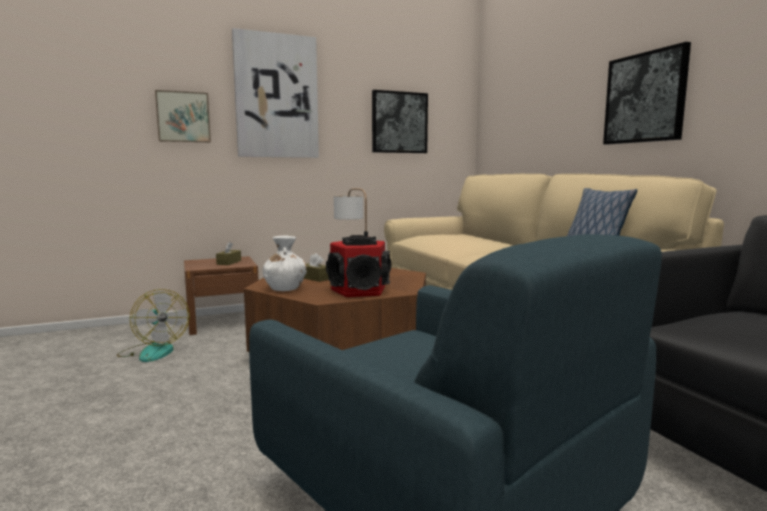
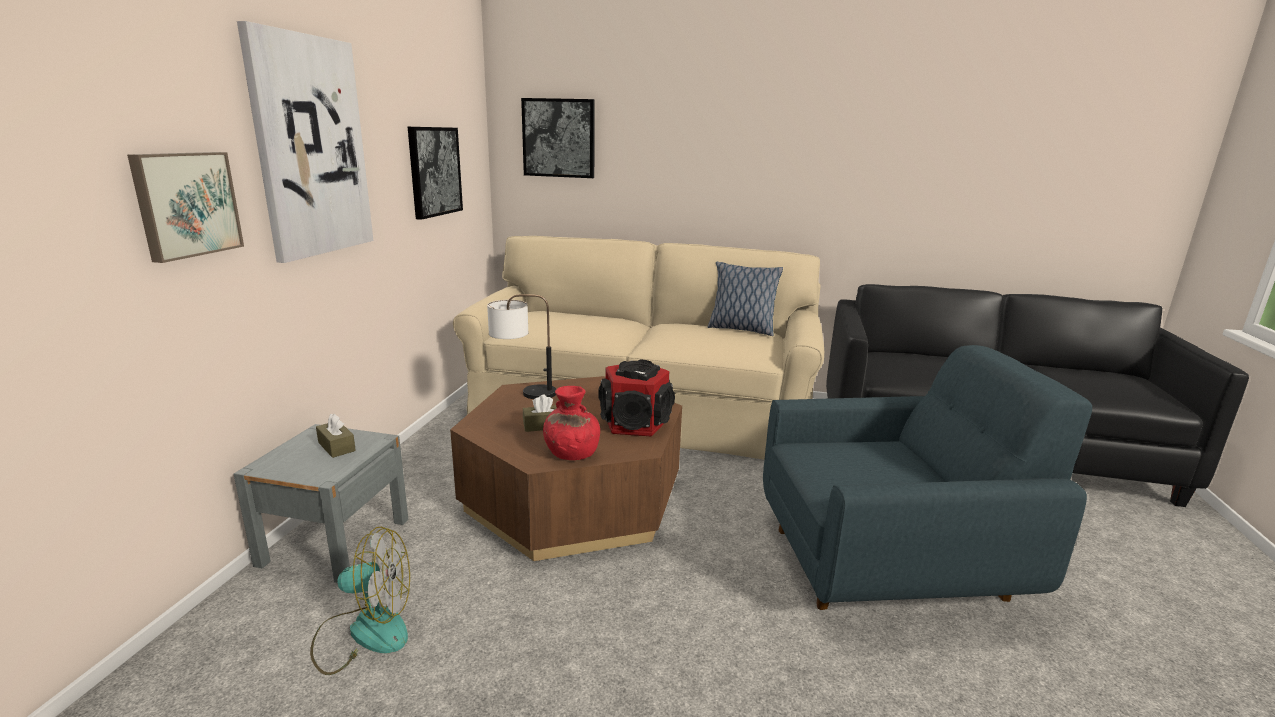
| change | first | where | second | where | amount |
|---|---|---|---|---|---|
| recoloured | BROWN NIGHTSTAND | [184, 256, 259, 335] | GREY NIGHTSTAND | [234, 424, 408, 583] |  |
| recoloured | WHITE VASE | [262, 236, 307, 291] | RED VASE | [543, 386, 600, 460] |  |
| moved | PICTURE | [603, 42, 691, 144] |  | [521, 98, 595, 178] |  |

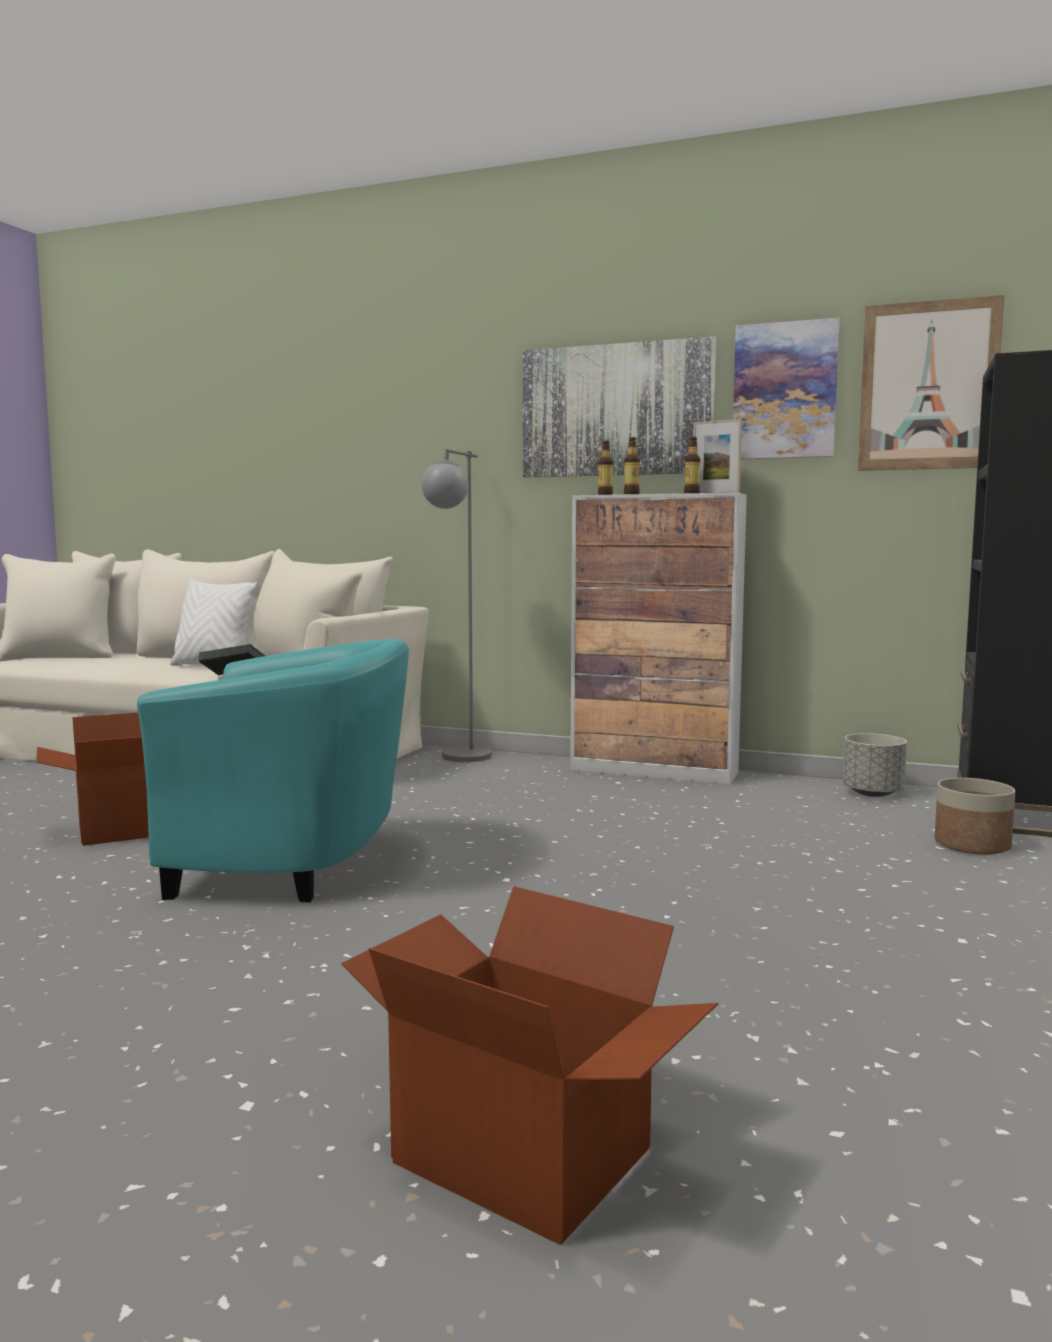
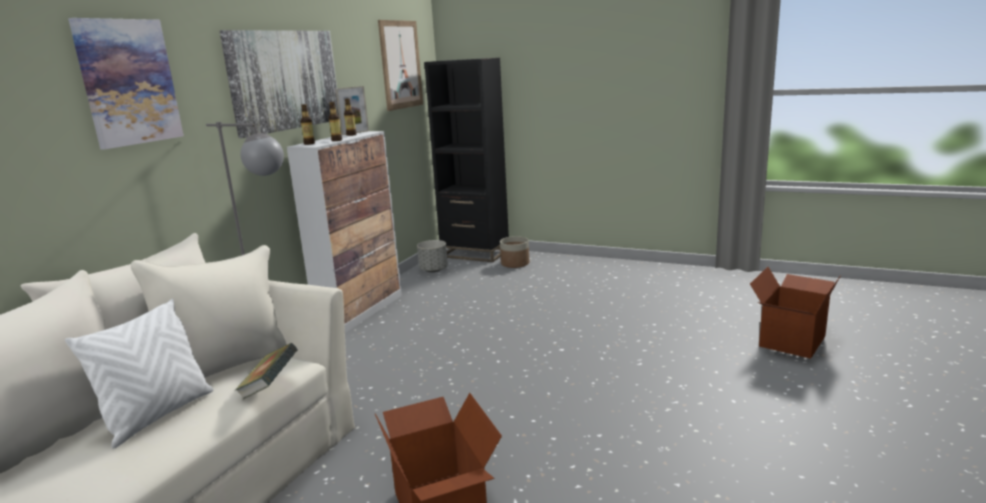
| change | first | where | second | where | amount |
|---|---|---|---|---|---|
| removed | TURQUOISE ARMCHAIR | [137, 639, 409, 902] |  |  |  |
| moved | PICTURE | [733, 318, 839, 459] |  | [68, 18, 184, 149] |  |

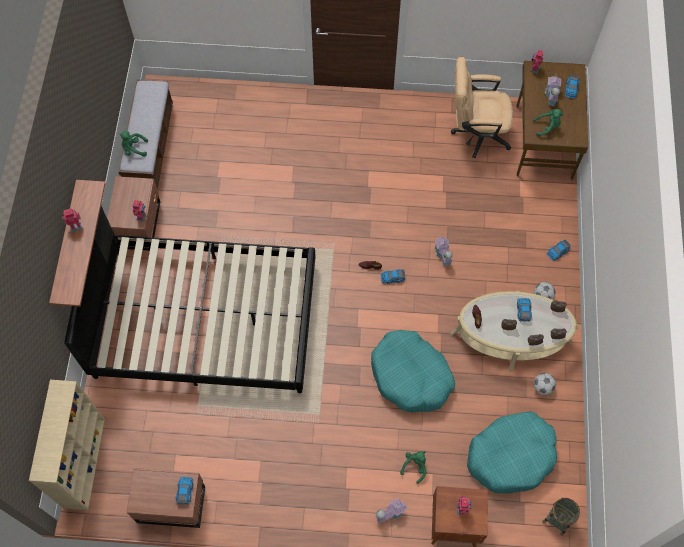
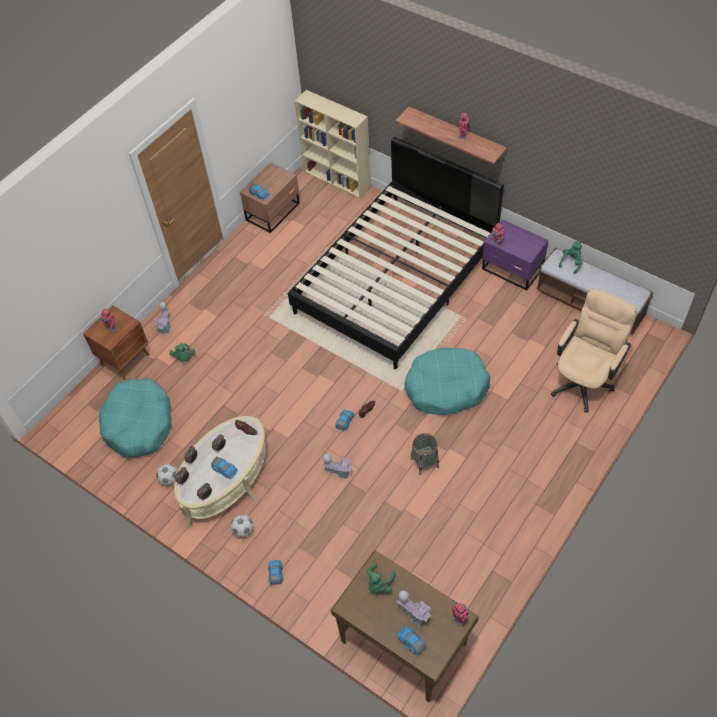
| change | first | where | second | where | amount |
|---|---|---|---|---|---|
| recoloured | BROWN NIGHTSTAND | [107, 176, 160, 251] | PURPLE NIGHTSTAND | [482, 219, 548, 291] |  |
| moved | TURQUOISE DOG BED | [371, 330, 455, 413] |  | [404, 347, 490, 415] |  |
| moved | BEIGE OFFICE CHAIR | [451, 57, 513, 158] |  | [551, 288, 637, 413] |  |
| moved | BASKET | [542, 498, 580, 536] |  | [411, 433, 439, 475] |  |

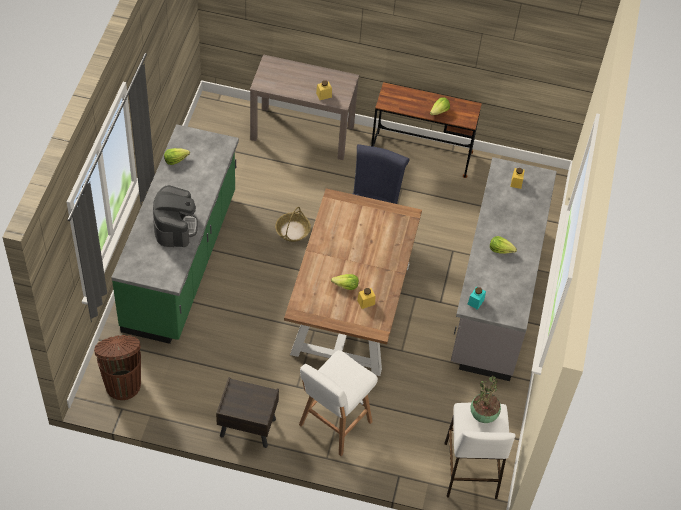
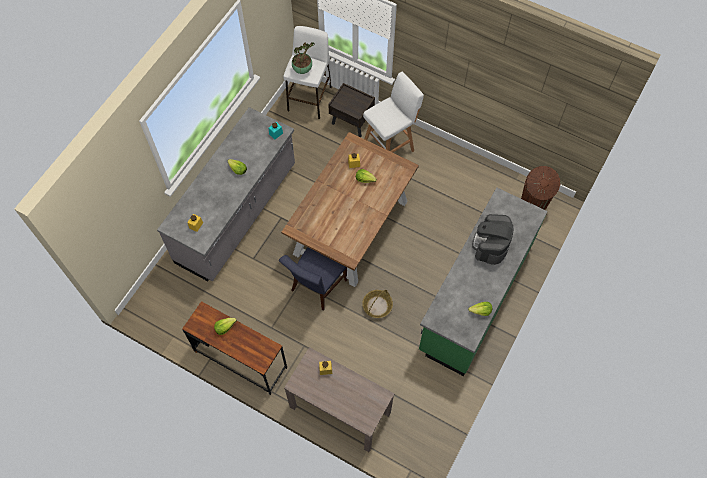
| change | first | where | second | where | amount |
|---|---|---|---|---|---|
| moved | BROWN NIGHTSTAND | [216, 377, 279, 448] |  | [328, 83, 375, 137] |  |

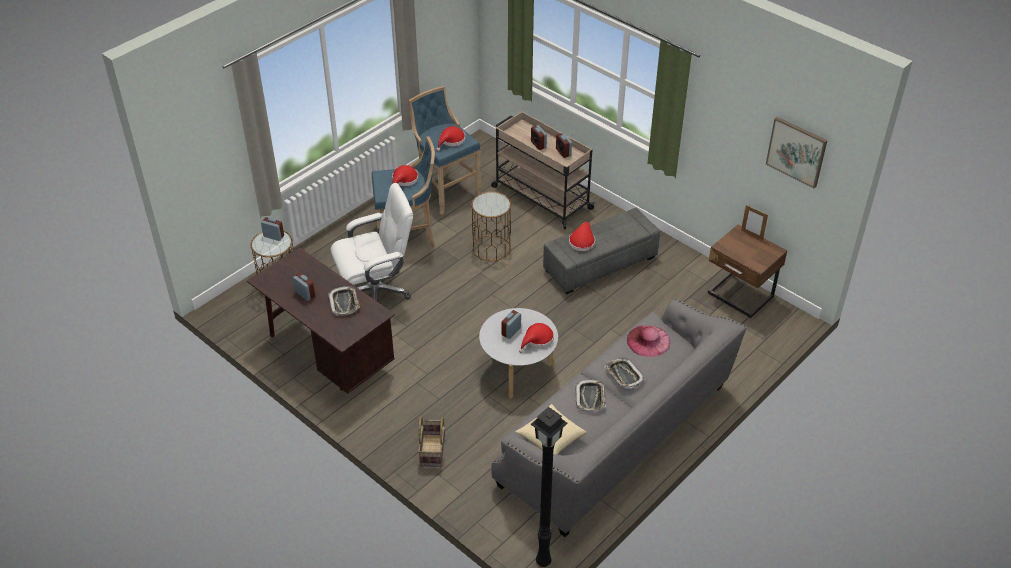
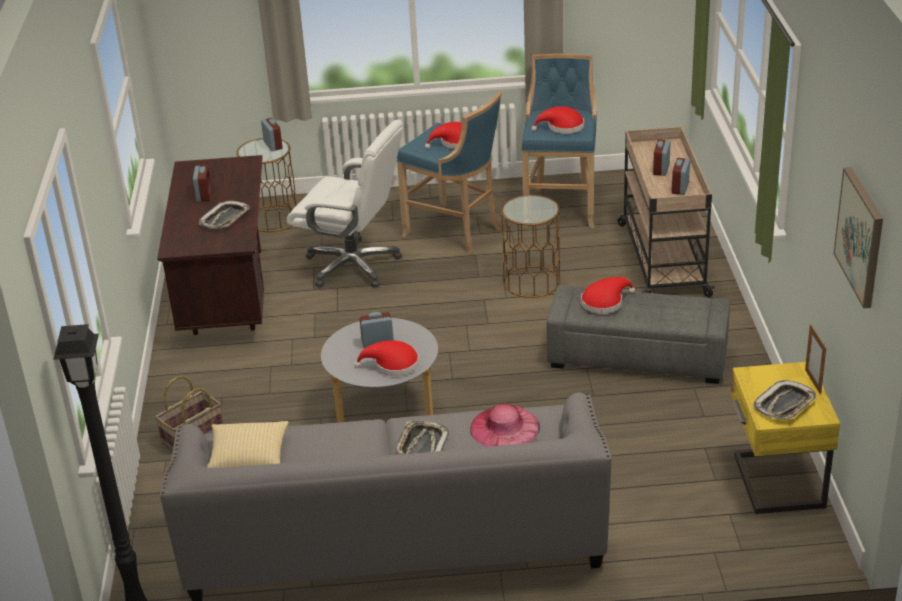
| change | first | where | second | where | amount |
|---|---|---|---|---|---|
| moved | TRAY | [575, 379, 606, 412] |  | [754, 380, 816, 419] |  |
| recoloured | BROWN NIGHTSTAND | [708, 224, 787, 318] | YELLOW NIGHTSTAND | [731, 362, 840, 515] |  |

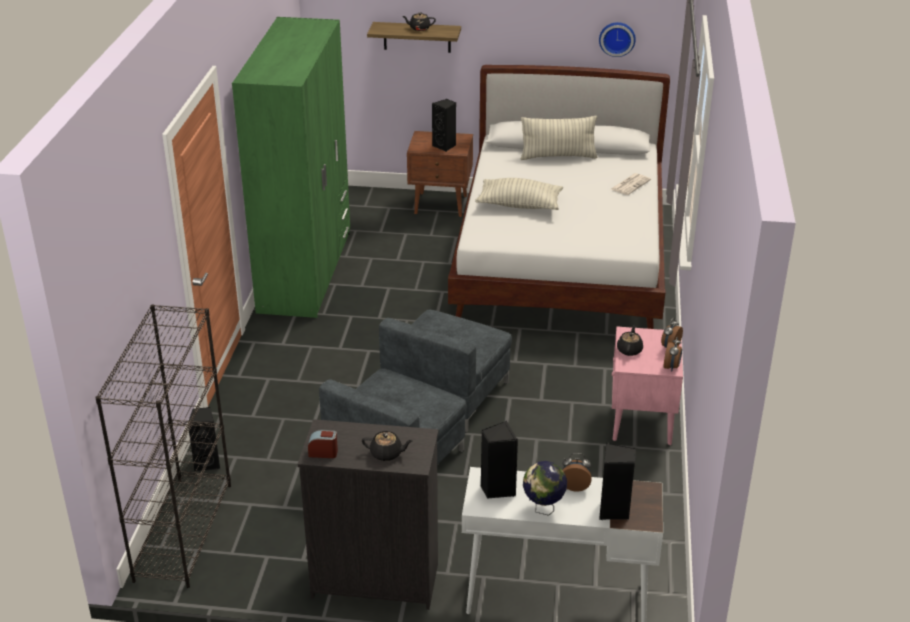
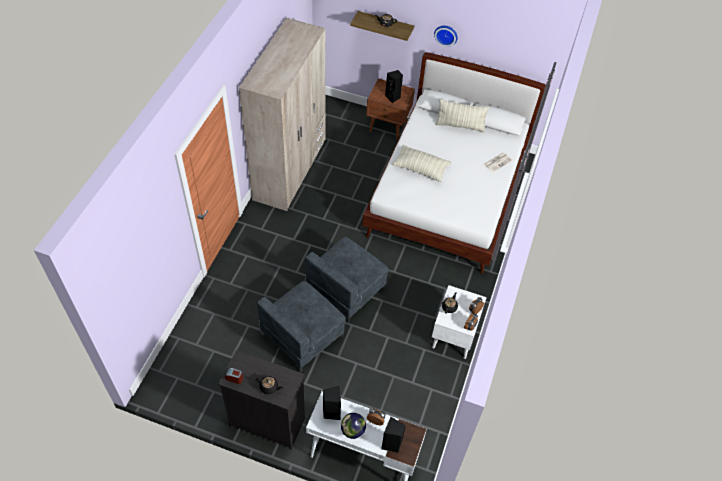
| change | first | where | second | where | amount |
|---|---|---|---|---|---|
| removed | BLACK BOOKCASE | [95, 304, 231, 588] |  |  |  |
| removed | BLACK SPEAKER | [188, 407, 220, 472] |  |  |  |
| recoloured | GREEN WARDROBE | [232, 17, 350, 318] | BEIGE WARDROBE | [239, 18, 326, 211] |  |
| moved | WALL CLOCK | [599, 22, 636, 57] |  | [434, 26, 458, 47] |  |
| recoloured | PINK NIGHTSTAND | [612, 327, 683, 445] | WHITE NIGHTSTAND | [432, 285, 487, 359] |  |

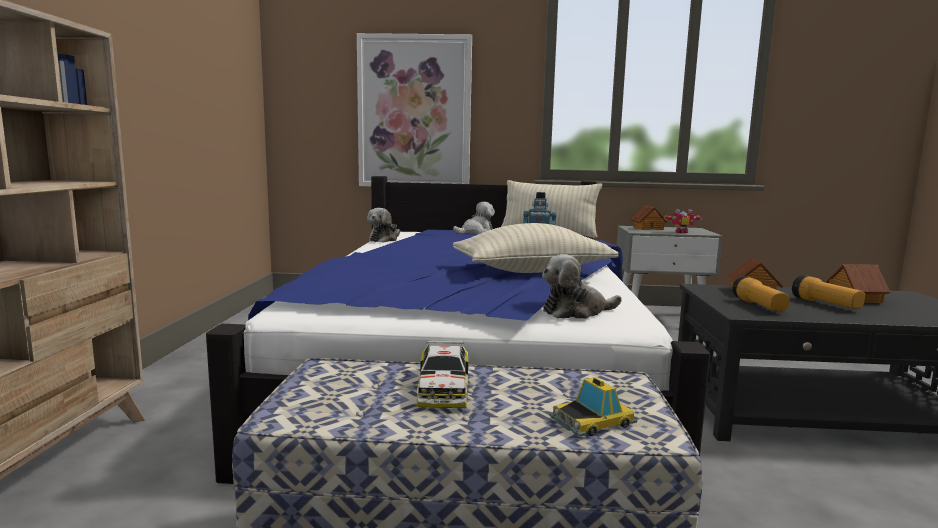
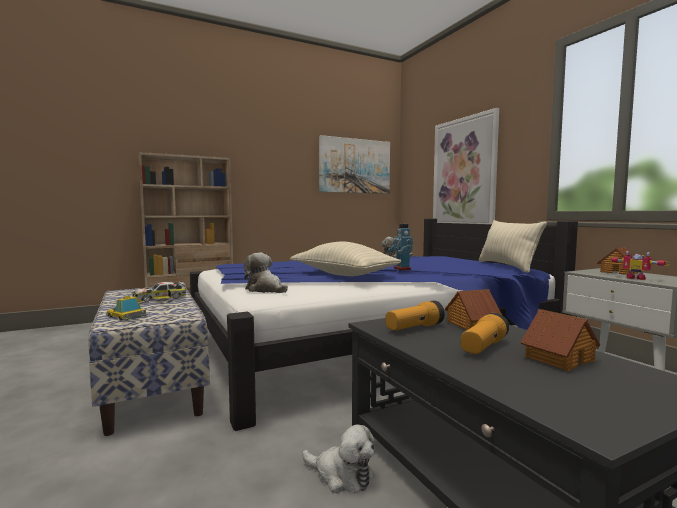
| change | first | where | second | where | amount |
|---|---|---|---|---|---|
| moved | PLUSH TOY | [453, 202, 495, 234] |  | [302, 425, 375, 493] |  |
| added |  |  | PICTURE | [319, 135, 390, 194] |  |

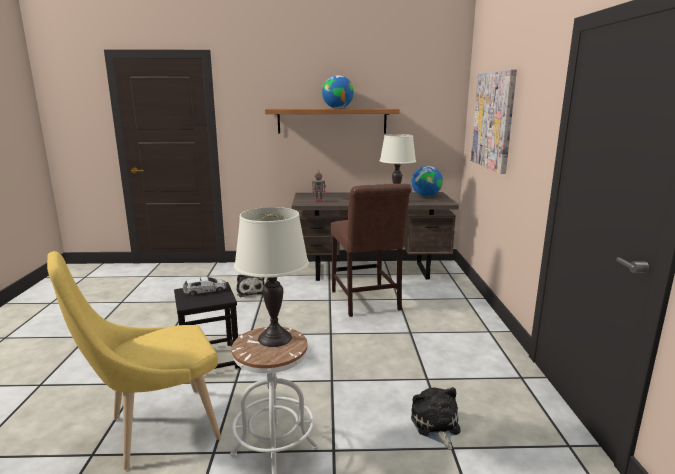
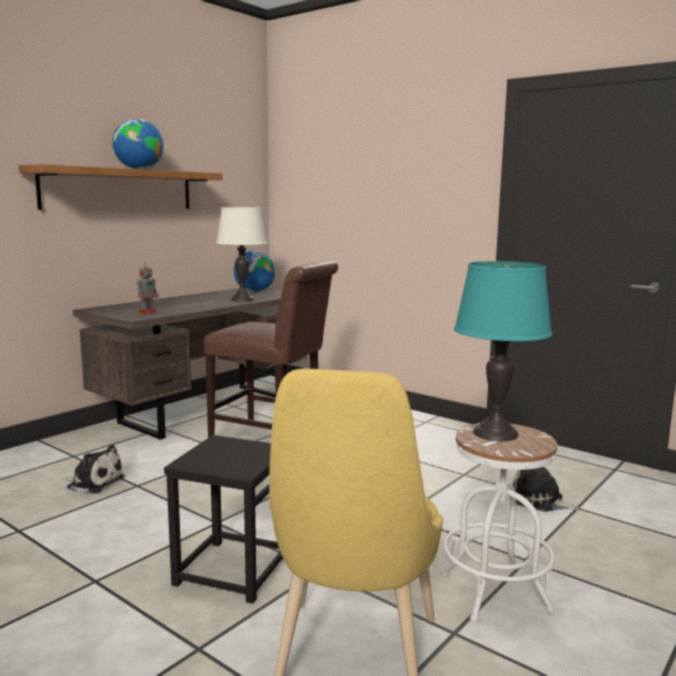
| change | first | where | second | where | amount |
|---|---|---|---|---|---|
| removed | TOY CAR | [183, 277, 227, 296] |  |  |  |
| recoloured | WHITE TABLE LAMP | [234, 207, 309, 347] | TURQUOISE TABLE LAMP | [454, 261, 553, 441] |  |
| removed | PICTURE | [471, 69, 517, 174] |  |  |  |

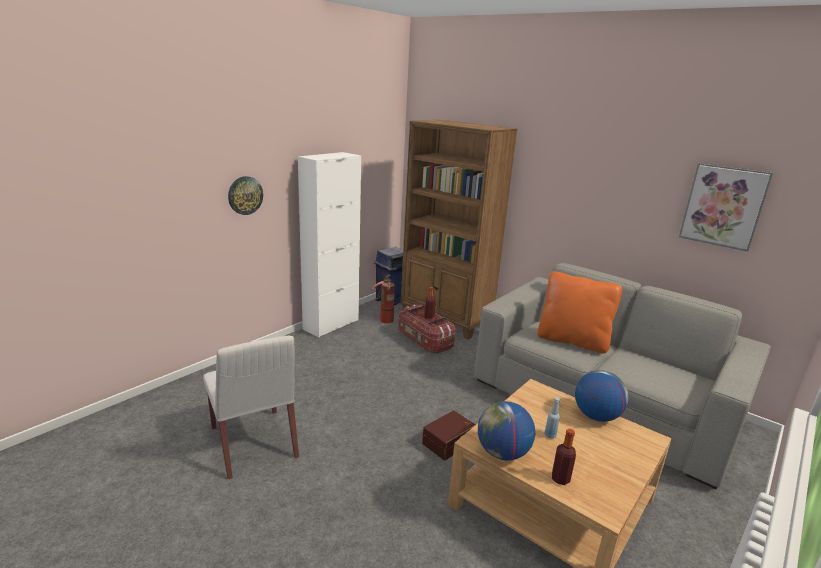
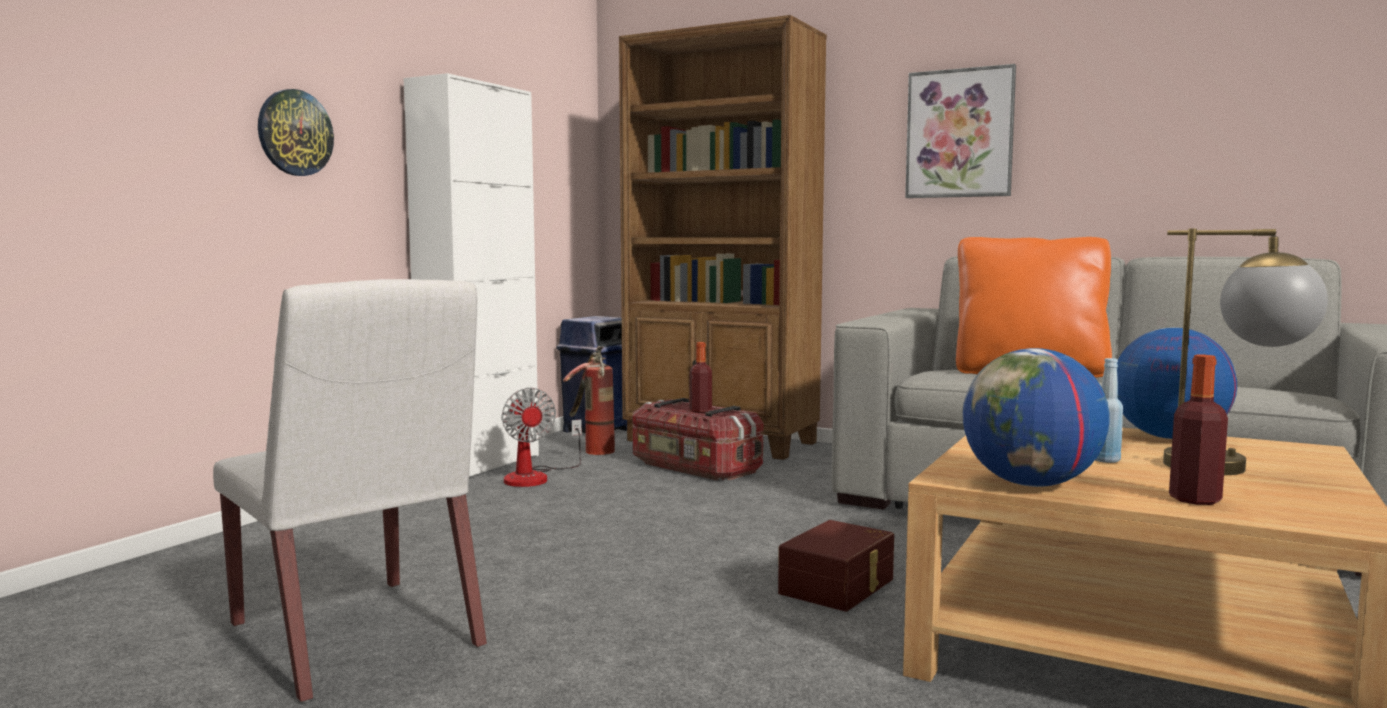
| change | first | where | second | where | amount |
|---|---|---|---|---|---|
| moved | PICTURE | [679, 163, 773, 252] |  | [905, 64, 1016, 198] |  |
| added |  |  | FAN | [501, 388, 582, 487] |  |
| added |  |  | TABLE LAMP | [1163, 228, 1328, 475] |  |

